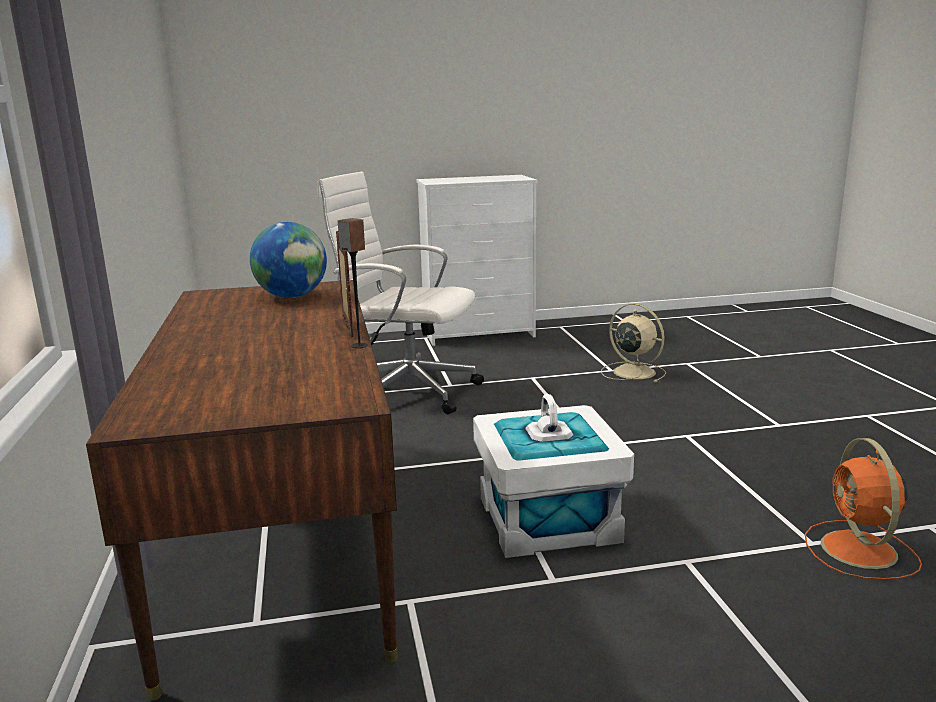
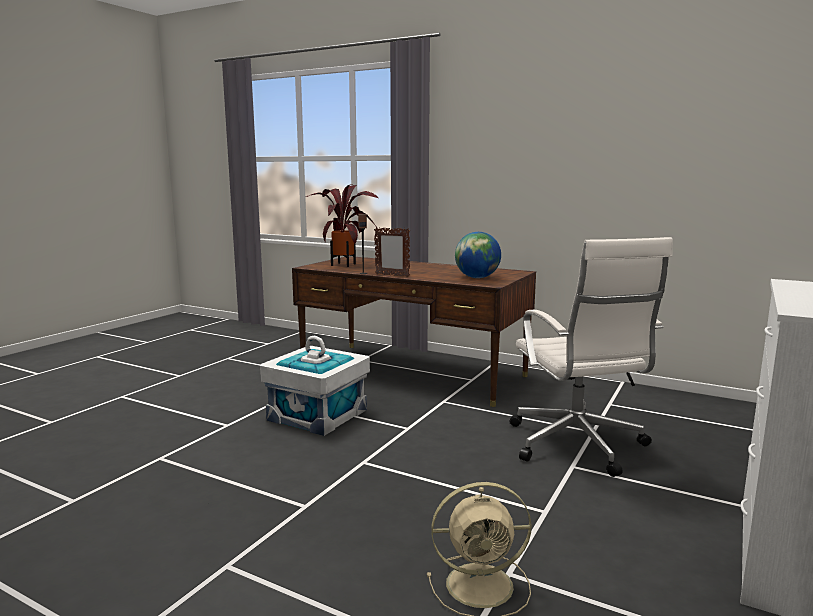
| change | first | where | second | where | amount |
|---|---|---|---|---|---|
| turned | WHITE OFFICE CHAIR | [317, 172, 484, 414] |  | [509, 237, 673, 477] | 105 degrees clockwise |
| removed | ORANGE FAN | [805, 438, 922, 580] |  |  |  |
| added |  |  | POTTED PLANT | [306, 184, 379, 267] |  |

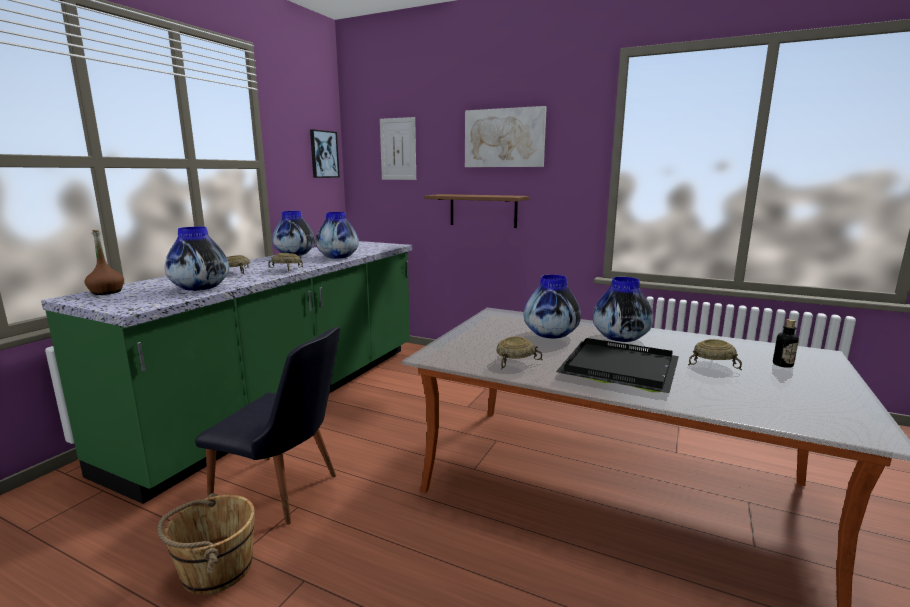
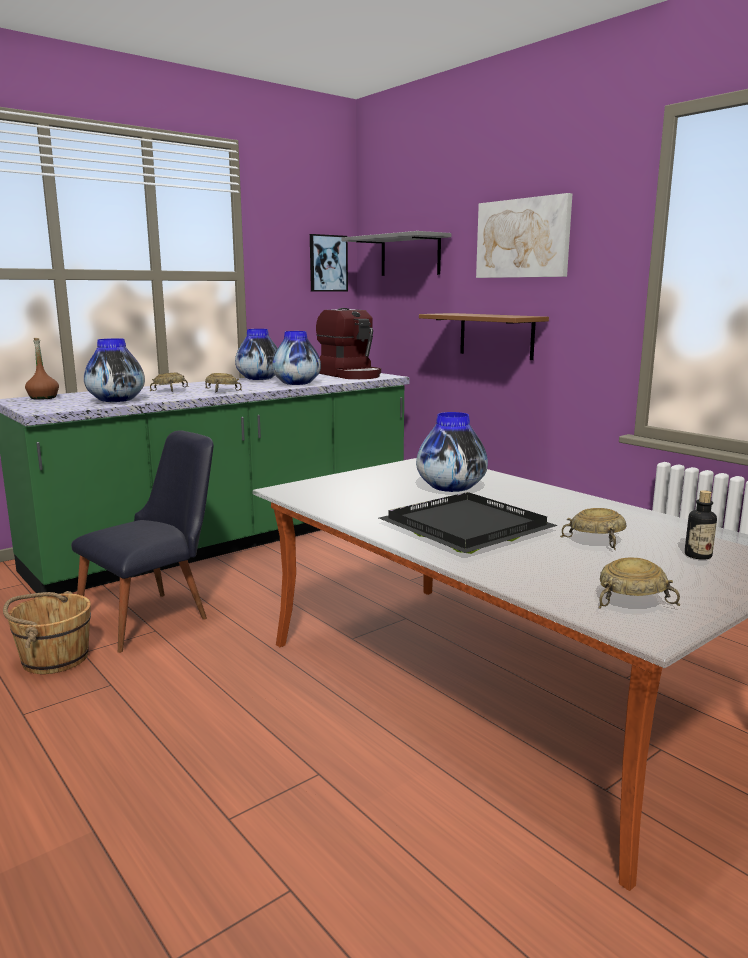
| change | first | where | second | where | amount |
|---|---|---|---|---|---|
| turned | BLACK CHAIR | [195, 327, 340, 525] |  | [71, 430, 214, 653] | 90 degrees counterclockwise |
| replaced | PICTURE | [380, 117, 416, 180] | GREY SHELF | [342, 231, 451, 276] |  |
| moved | BEIGE BOWL | [497, 336, 543, 369] |  | [598, 558, 680, 609] |  |
| removed | VASE | [593, 277, 653, 342] |  |  |  |
| added |  |  | COFFEE MACHINE | [316, 308, 381, 379] |  |

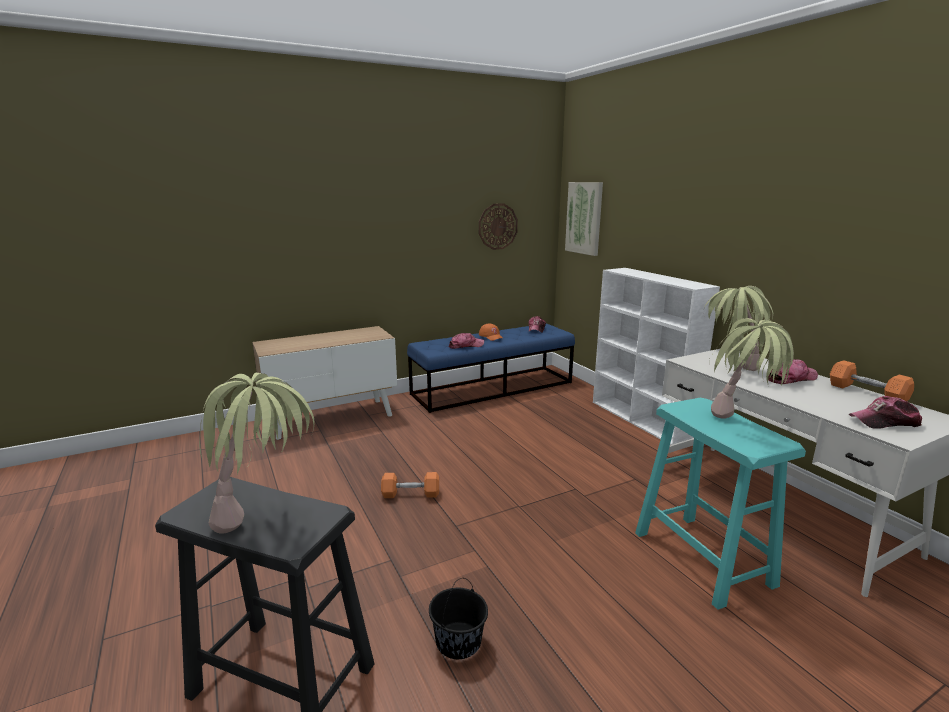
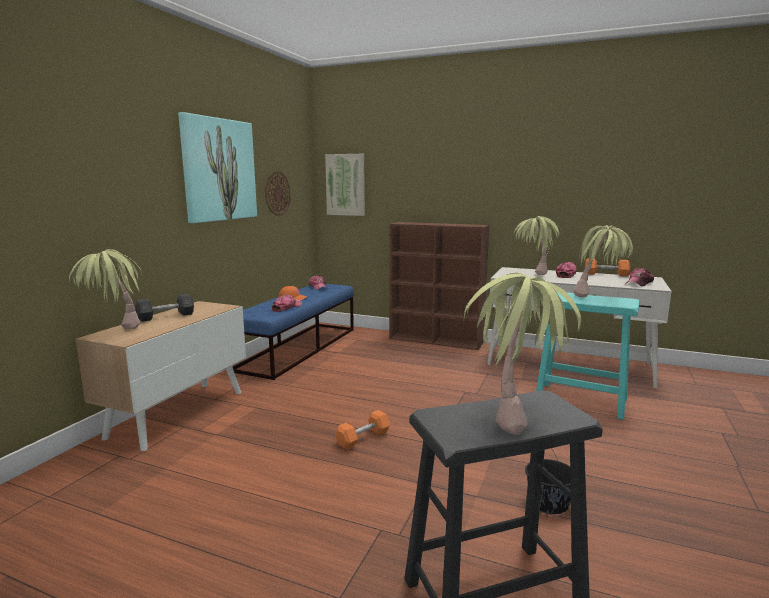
| change | first | where | second | where | amount |
|---|---|---|---|---|---|
| recoloured | WHITE BOOKCASE | [593, 268, 720, 445] | BROWN BOOKCASE | [389, 222, 489, 350] |  |
| added |  |  | POTTED PLANT | [69, 249, 142, 329] |  |
| added |  |  | GREY DUMBBELL | [135, 294, 194, 322] |  |
| added |  |  | PICTURE | [178, 112, 257, 223] |  |

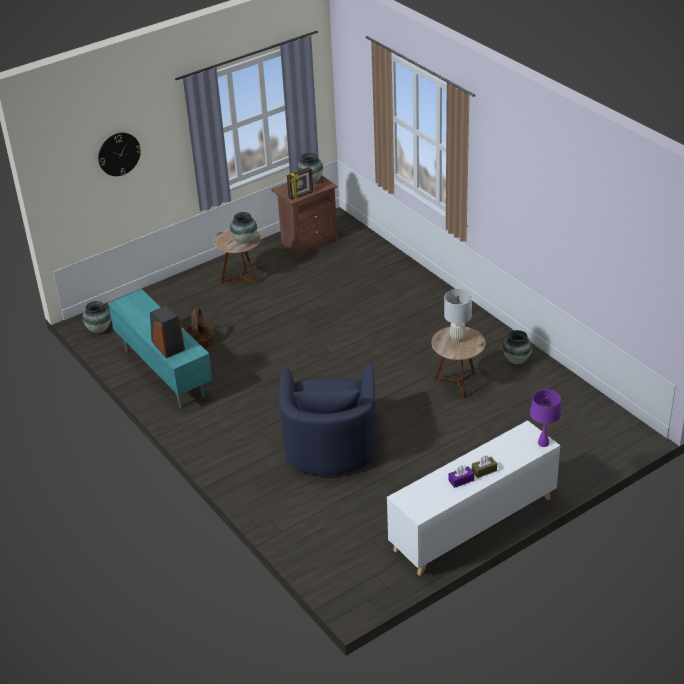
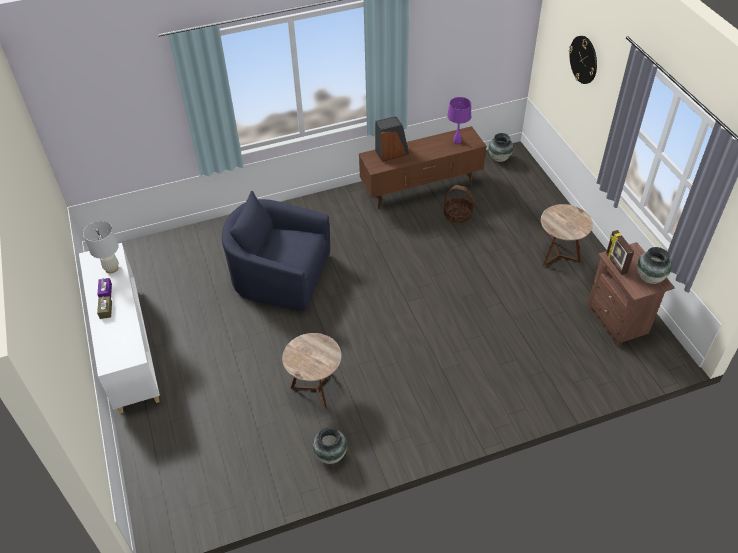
| change | first | where | second | where | amount |
|---|---|---|---|---|---|
| recoloured | TURQUOISE TV STAND | [107, 289, 212, 408] | BROWN TV STAND | [359, 126, 487, 209] |  |
| removed | VASE | [230, 212, 257, 244] |  |  |  |
| moved | WHITE TABLE LAMP | [444, 289, 472, 343] |  | [83, 221, 119, 273] |  |
| moved | PURPLE TABLE LAMP | [530, 390, 561, 447] |  | [447, 97, 471, 144] |  |

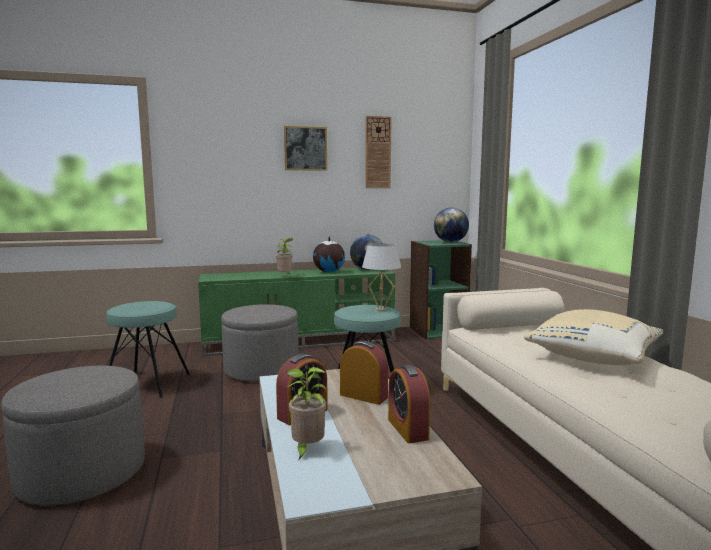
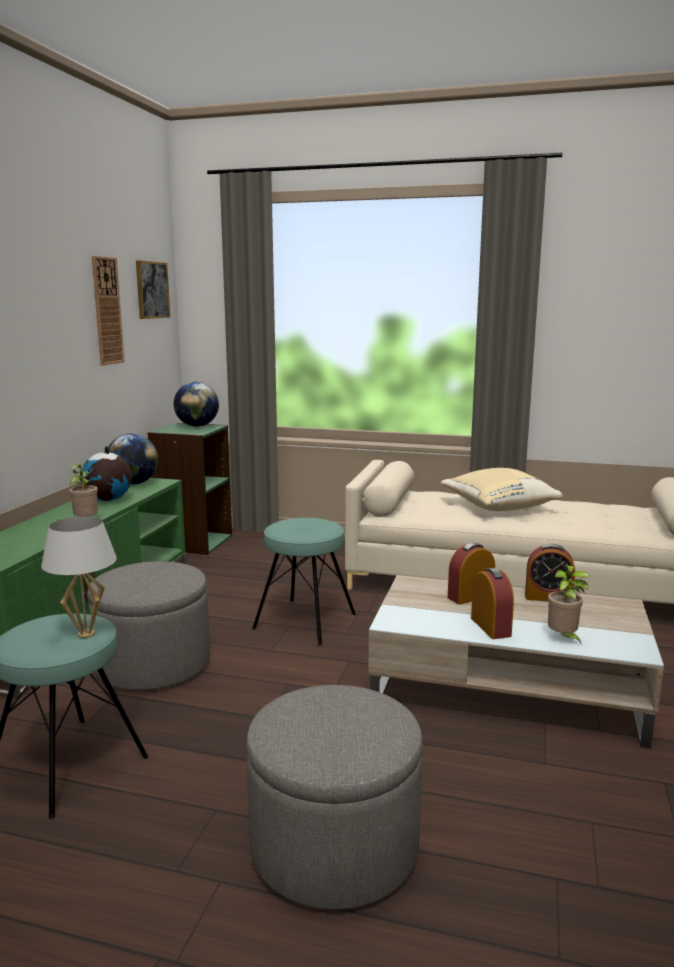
| change | first | where | second | where | amount |
|---|---|---|---|---|---|
| moved | PICTURE | [284, 126, 327, 171] |  | [136, 260, 170, 319] |  |
| moved | WHITE TABLE LAMP | [362, 244, 401, 311] |  | [41, 516, 117, 638] |  |

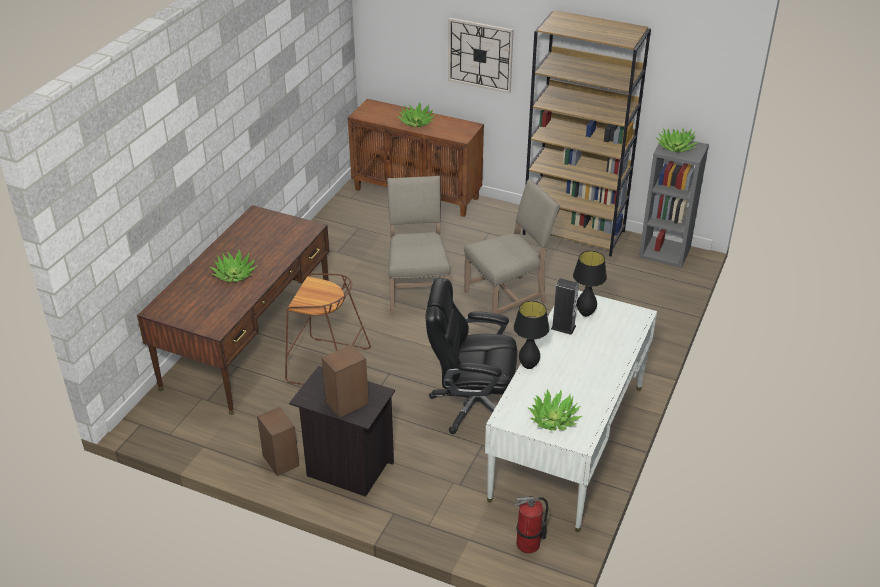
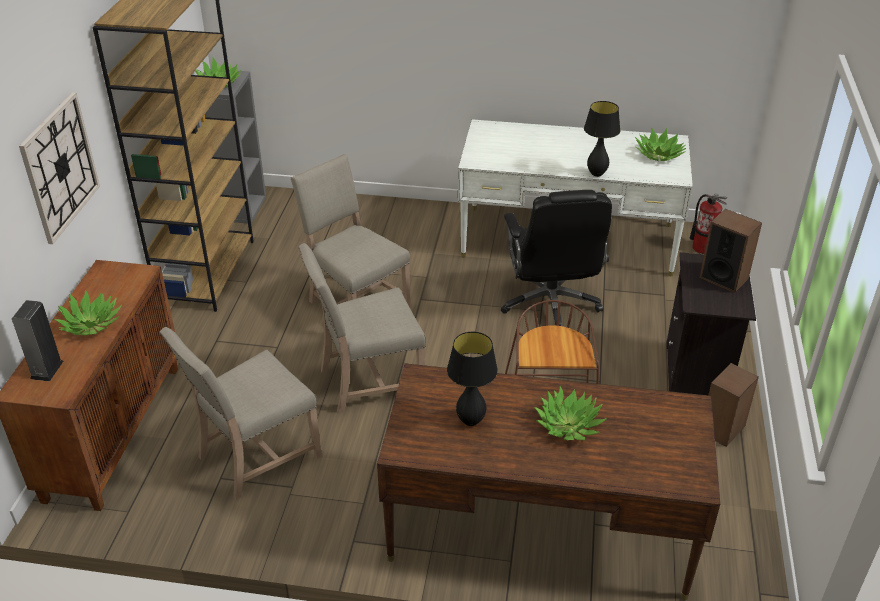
| change | first | where | second | where | amount |
|---|---|---|---|---|---|
| moved | SPEAKER | [551, 278, 579, 335] |  | [12, 300, 63, 381] |  |
| moved | BLACK TABLE LAMP | [573, 251, 607, 316] |  | [447, 332, 498, 426] |  |
| added |  |  | BEIGE CHAIR | [159, 327, 322, 500] |  |

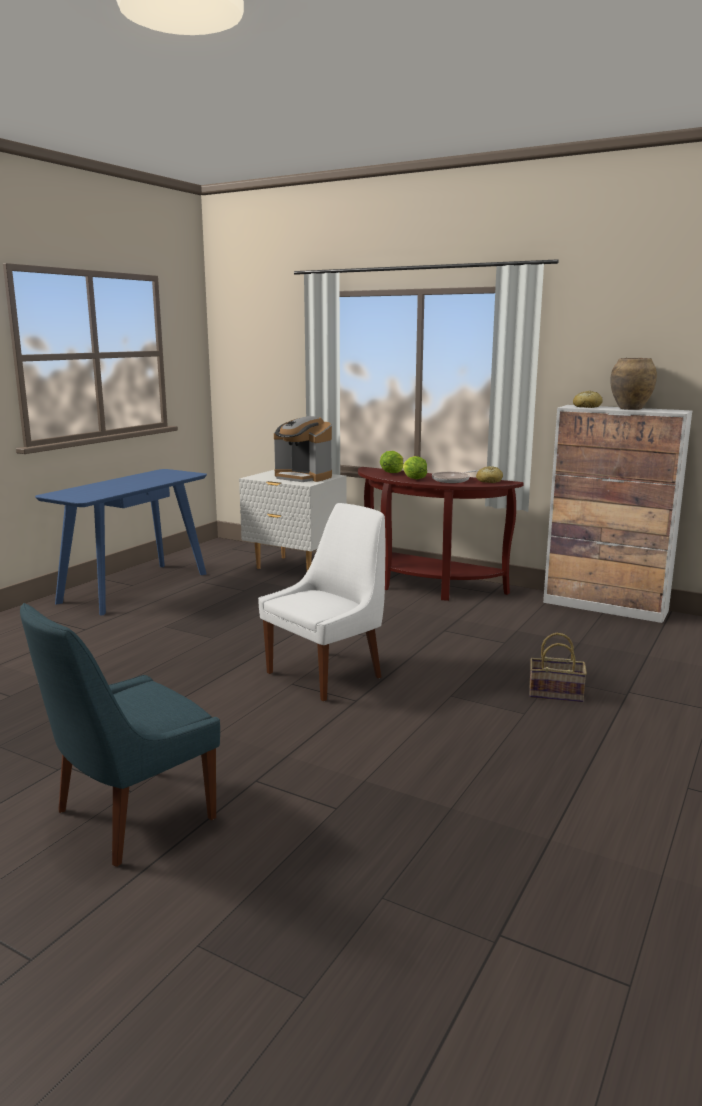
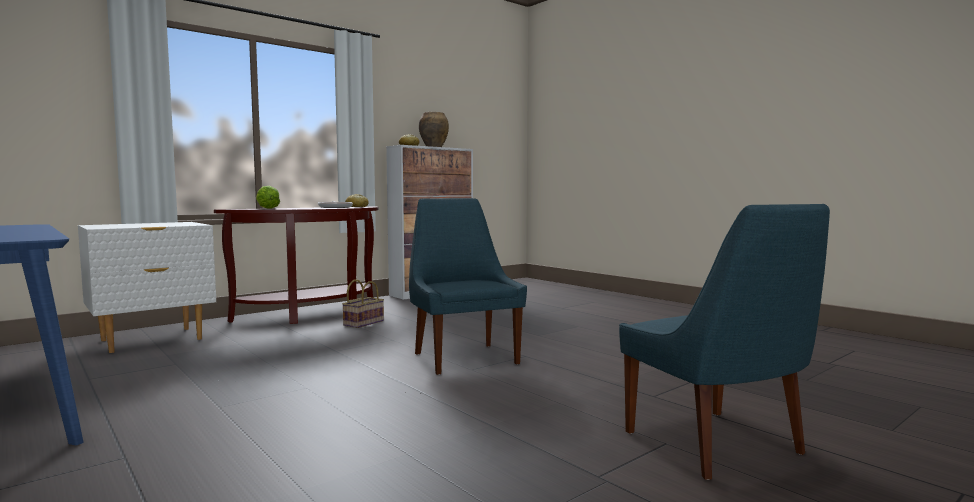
| change | first | where | second | where | amount |
|---|---|---|---|---|---|
| recoloured | WHITE CHAIR | [258, 503, 385, 701] | BLUE CHAIR | [409, 198, 527, 375] |  |
| removed | COFFEE MACHINE | [274, 416, 332, 482] |  |  |  |
| removed | LETTUCE | [403, 456, 427, 479] |  |  |  |
| moved | BASKET | [529, 633, 587, 702] |  | [342, 280, 384, 328] |  |

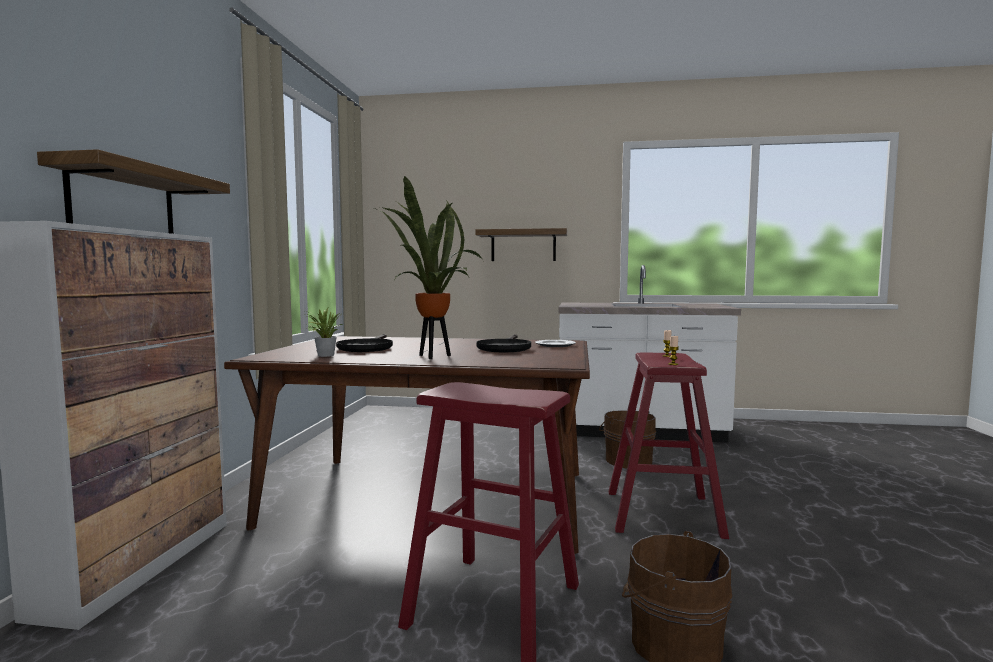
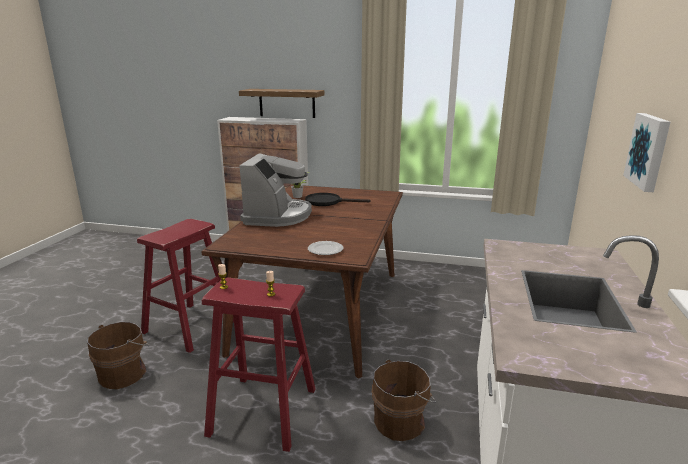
| change | first | where | second | where | amount |
|---|---|---|---|---|---|
| replaced | POTTED PLANT | [374, 175, 483, 359] | COFFEE MACHINE | [239, 153, 312, 227] |  |
| replaced | SHELF | [475, 228, 567, 261] | PICTURE | [623, 113, 670, 192] |  |
| removed | BLACK FRYING PAN | [476, 334, 531, 352] |  |  |  |

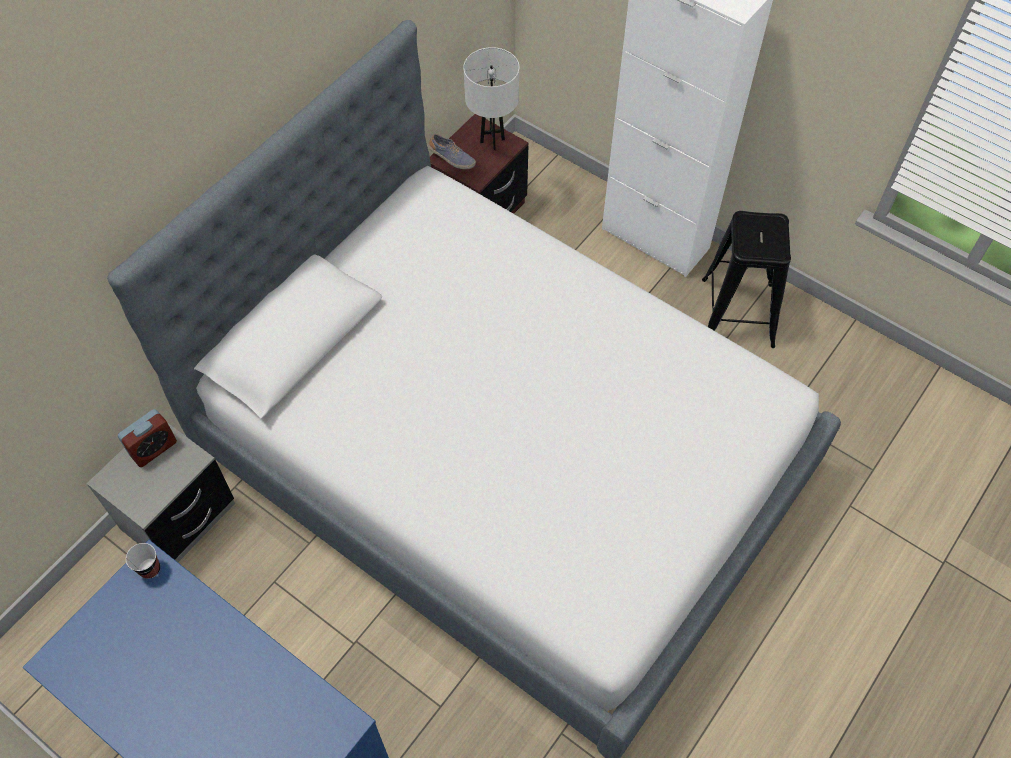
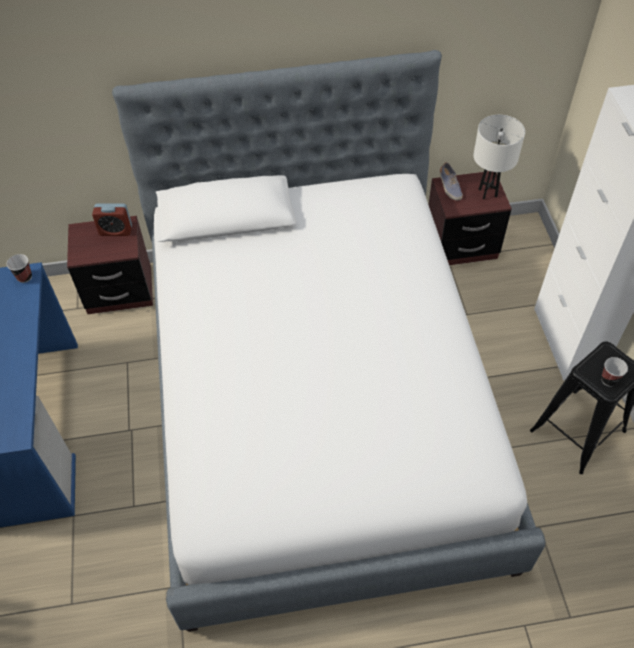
| change | first | where | second | where | amount |
|---|---|---|---|---|---|
| recoloured | GREY NIGHTSTAND | [86, 423, 235, 562] | BROWN NIGHTSTAND | [67, 216, 153, 314] |  |
| added |  |  | CUP | [601, 357, 628, 387] |  |

